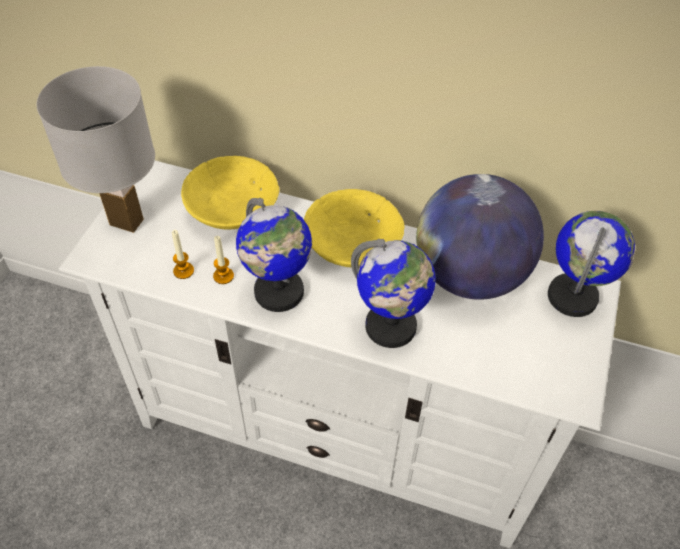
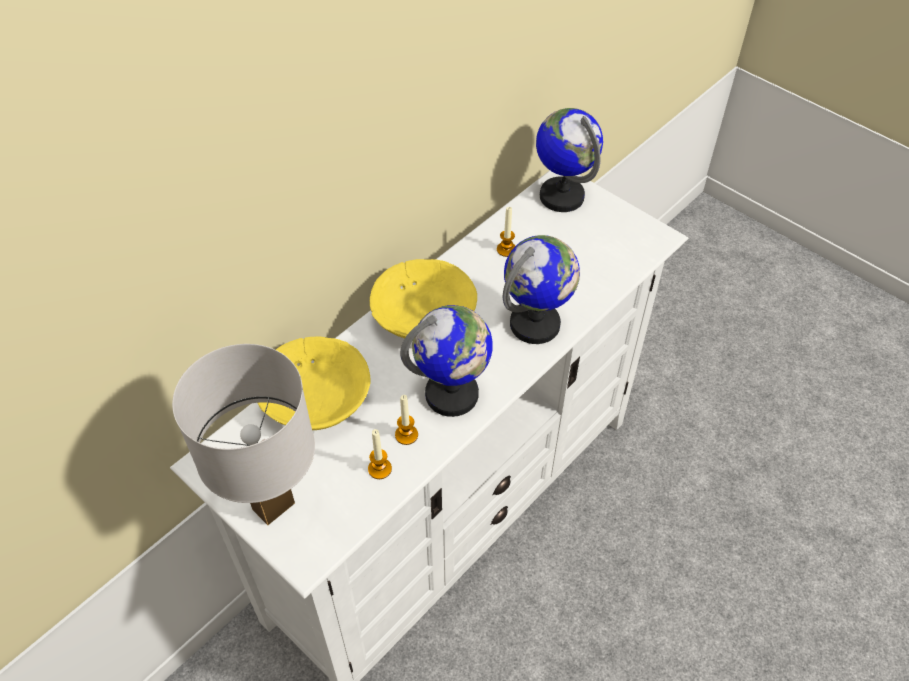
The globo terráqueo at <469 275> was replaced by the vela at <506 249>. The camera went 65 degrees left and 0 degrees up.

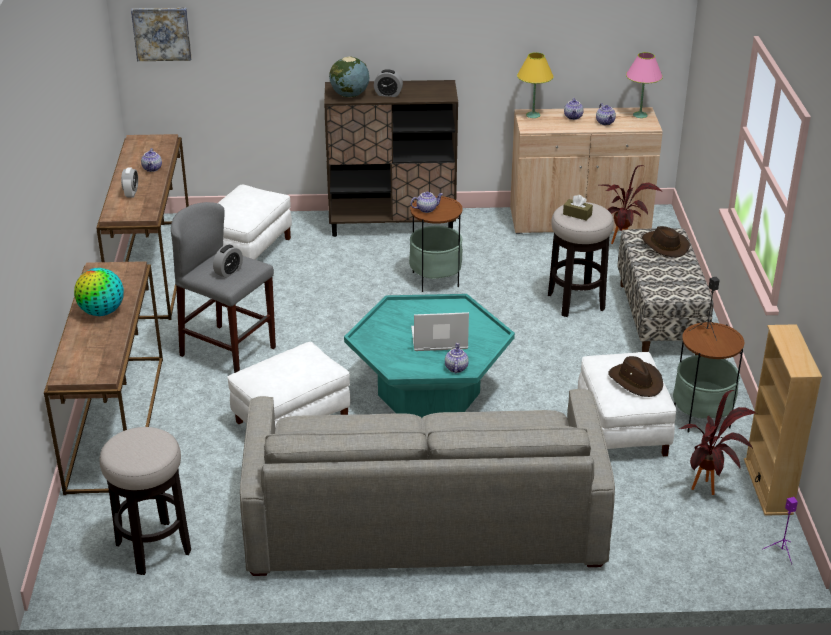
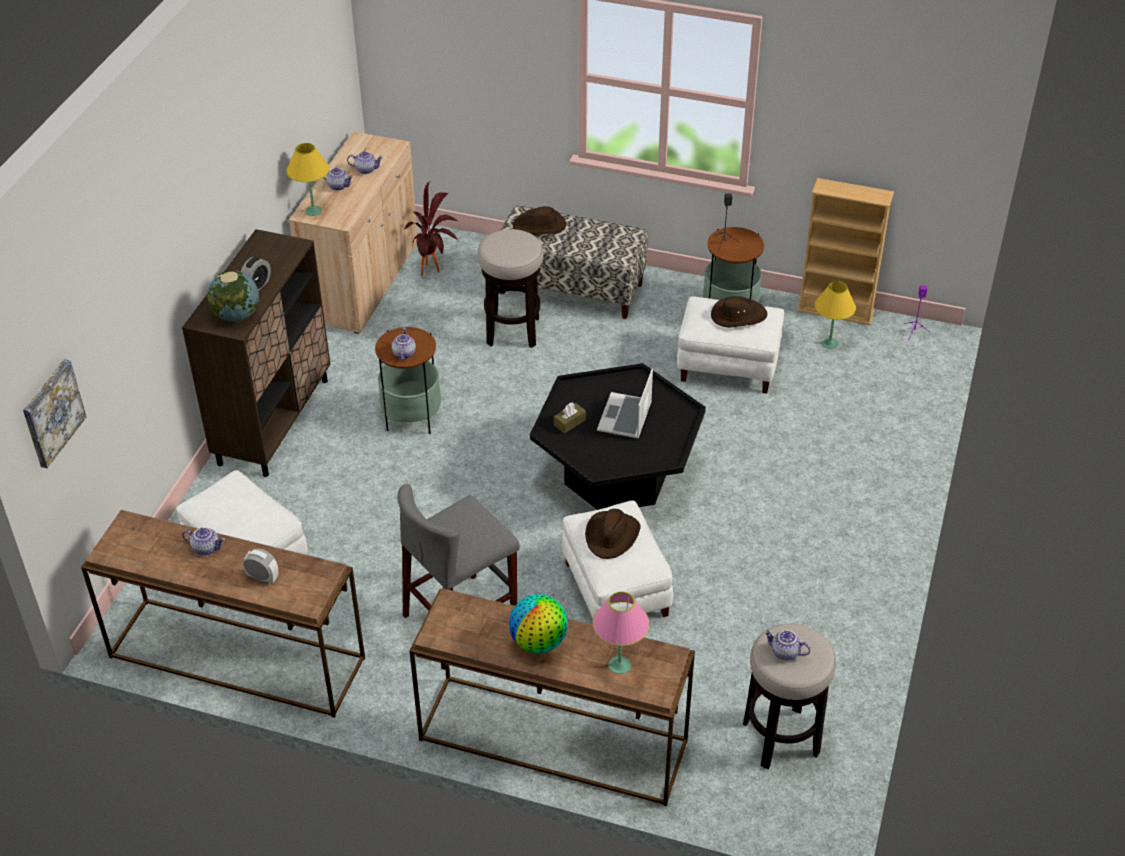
The lámpara de mesa (rosa) moved from <640 115> to <619 665>. The caja de pañuelos (marrón) moved from <577 214> to <570 422>. The despertador at <228 272> disappeared. The mesa de centro (turquesa) at <429 394> became the mesa de centro (negro) at <617 476>. The tetera moved from <455 368> to <784 653>. The sofá (gris) at <424 521> disappeared. The planta en maceta at <710 491> was replaced by the lámpara de mesa (amarillo) at <829 343>. The sombrero (marrón) at <612 536> appeared. The camera went 70 degrees left and 10 degrees up.

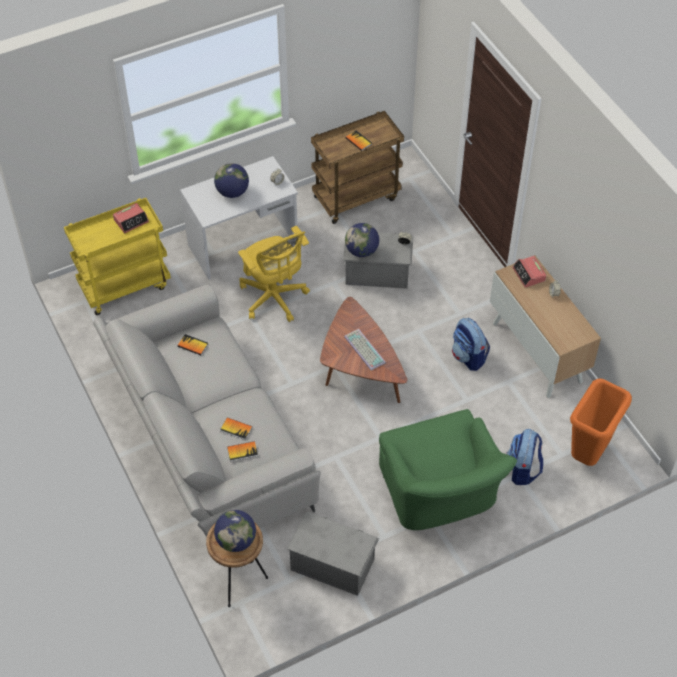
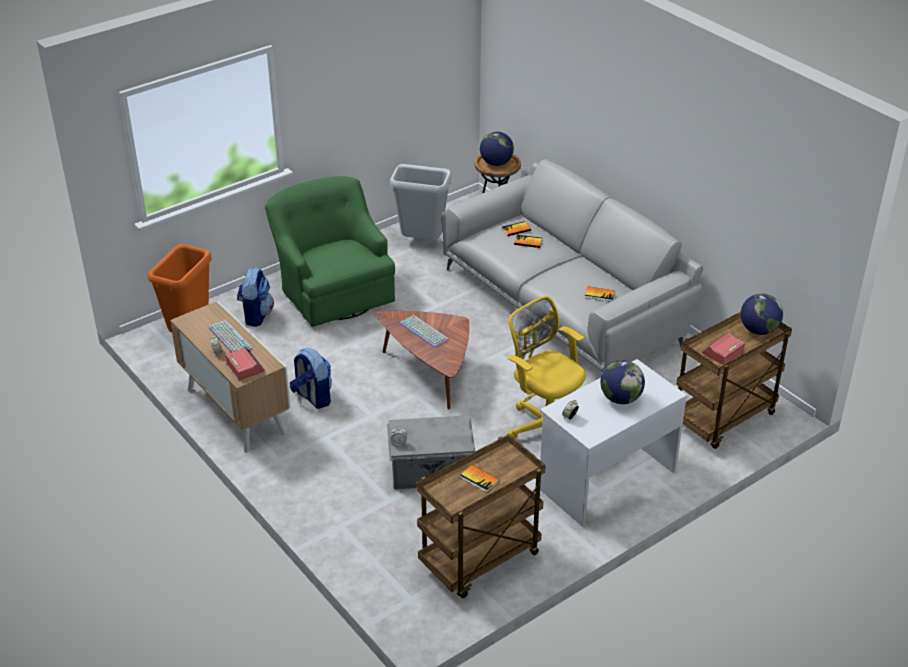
The carrito (amarillo) at <125 285> became the carrito (marrón) at <723 420>. The globo terráqueo moved from <362 251> to <758 330>. The caja de almacenaje (gris) at <332 563> was replaced by the papelera (gris) at <422 242>. The teclado at <229 338> appeared. The camera went 170 degrees right and 15 degrees down.

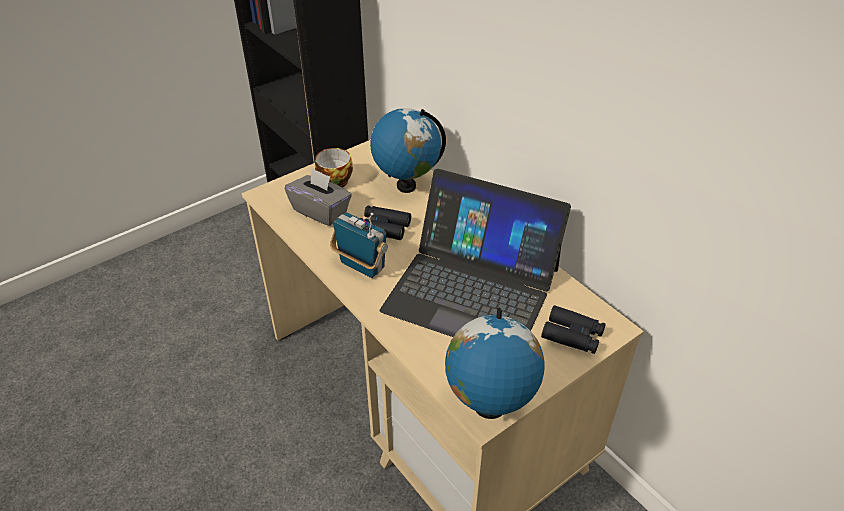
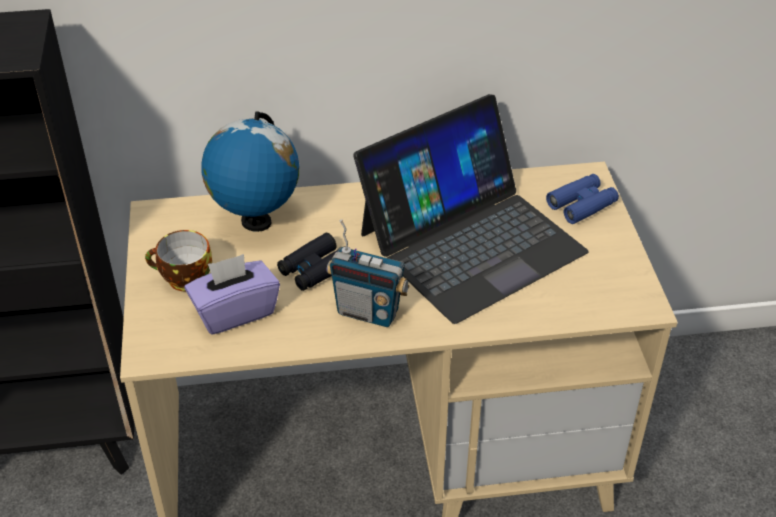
The caja de pañuelos (gris) at <321 211> became the caja de pañuelos (morado) at <235 311>. The radio at <361 266> turned 135 degrees counterclockwise. The prismáticos (negro) at <572 335> became the prismáticos (azul) at <581 204>. The globo terráqueo at <489 407> disappeared. The camera went 60 degrees left and 0 degrees up.

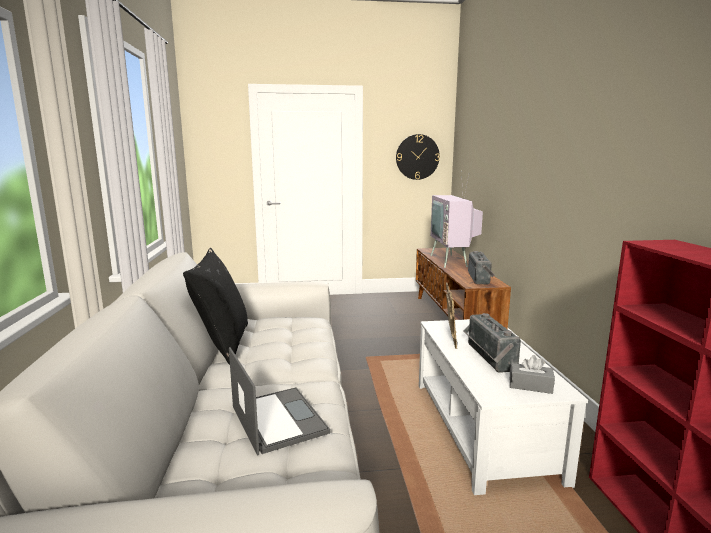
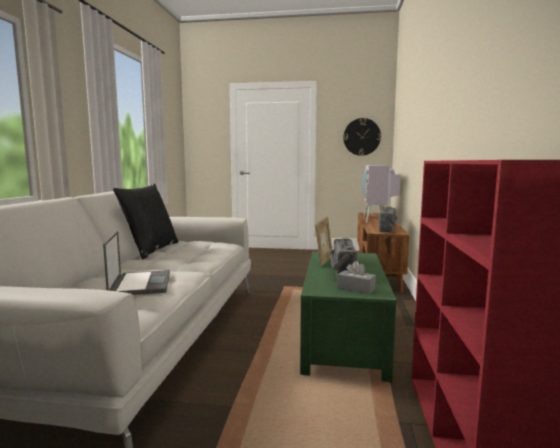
The mesa de centro (blanco) at <481 428> became the mesa de centro (verde) at <342 337>. The camera went 15 degrees right and 5 degrees down.

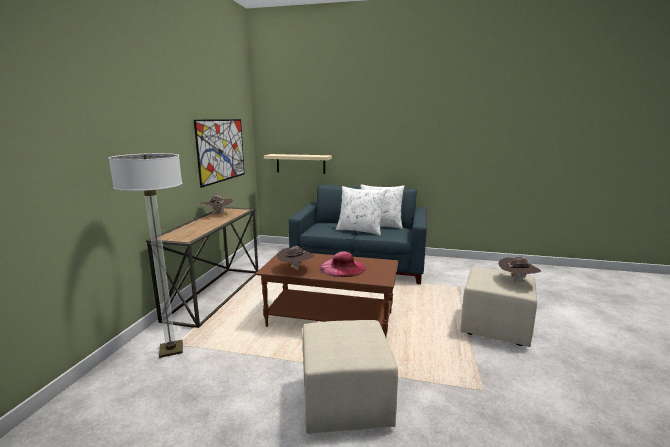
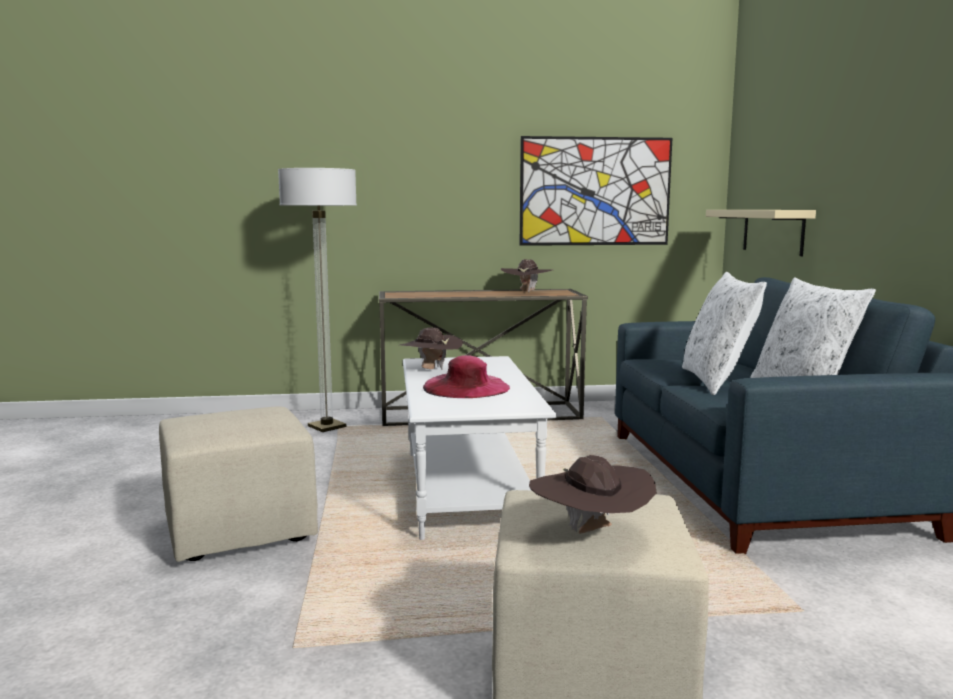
The mesa de centro (marrón) at <330 319> became the mesa de centro (blanco) at <469 489>. The camera went 70 degrees right and 5 degrees down.

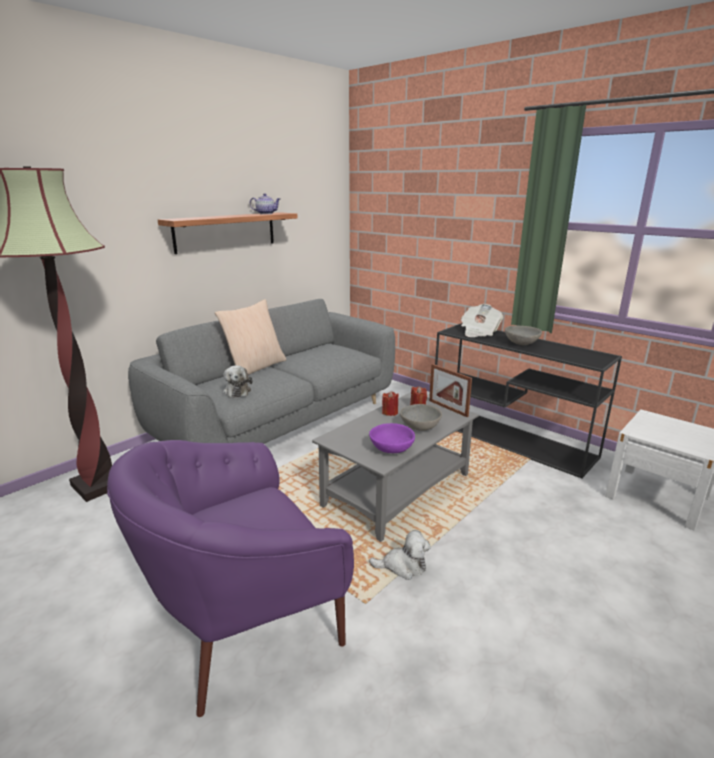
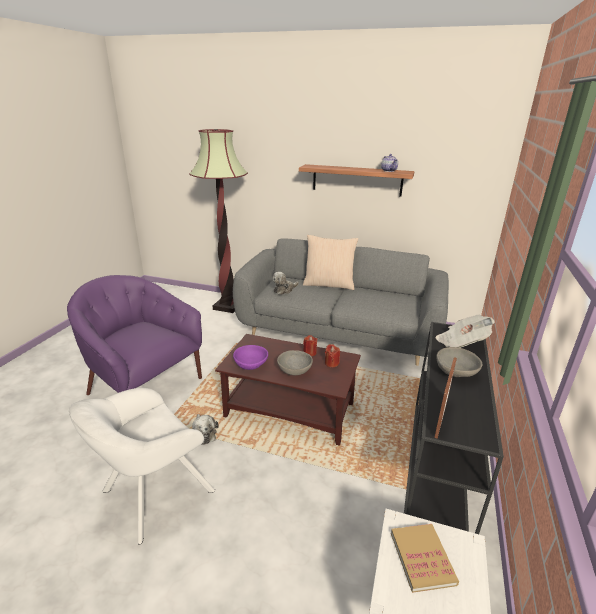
The portarretratos moved from <448 408> to <441 417>. The mesa de centro (gris) at <397 489> became the mesa de centro (marrón) at <291 410>. The sillón (blanco) at <153 494> appeared. The libro at <422 558> appeared. The camera went 65 degrees right and 5 degrees up.

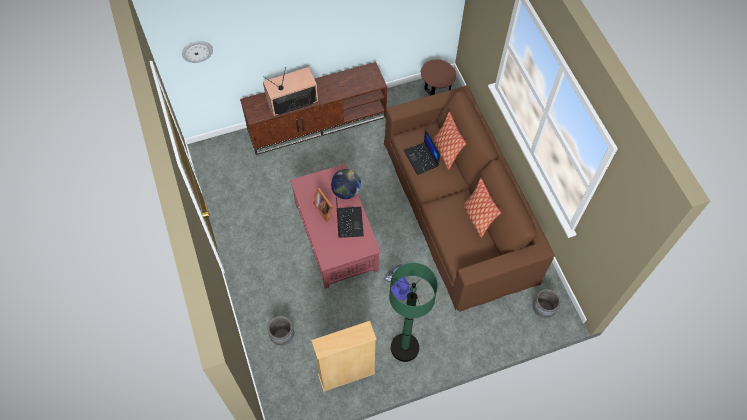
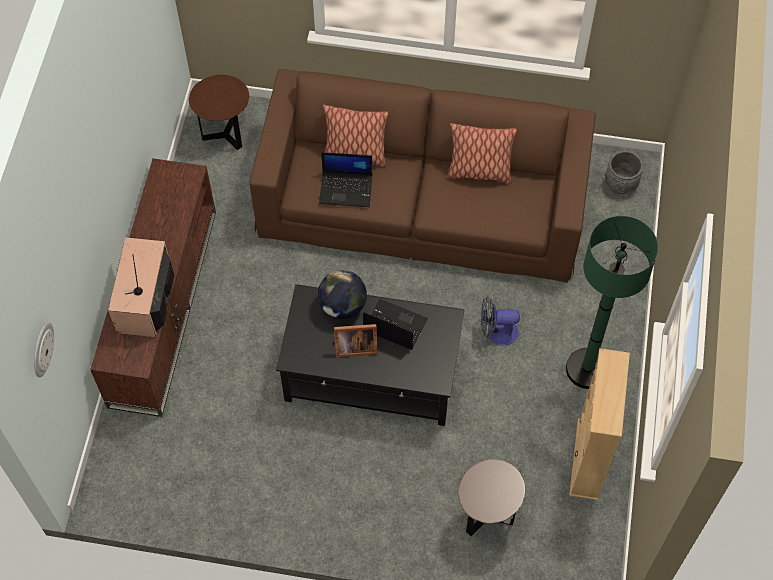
The mesa de centro (rojo) at <336 237> became the mesa de centro (negro) at <372 373>. The maceta (gris) at <282 336> was replaced by the mesa auxiliar (marrón) at <486 516>. The camera went 60 degrees left and 0 degrees up.

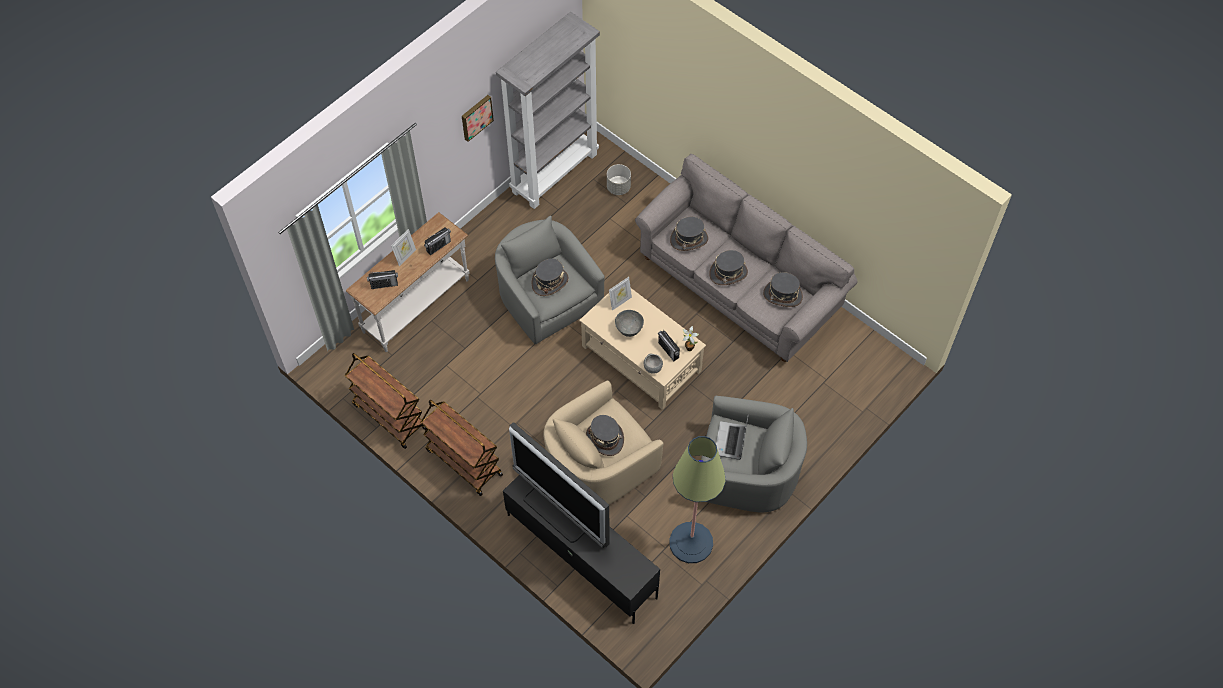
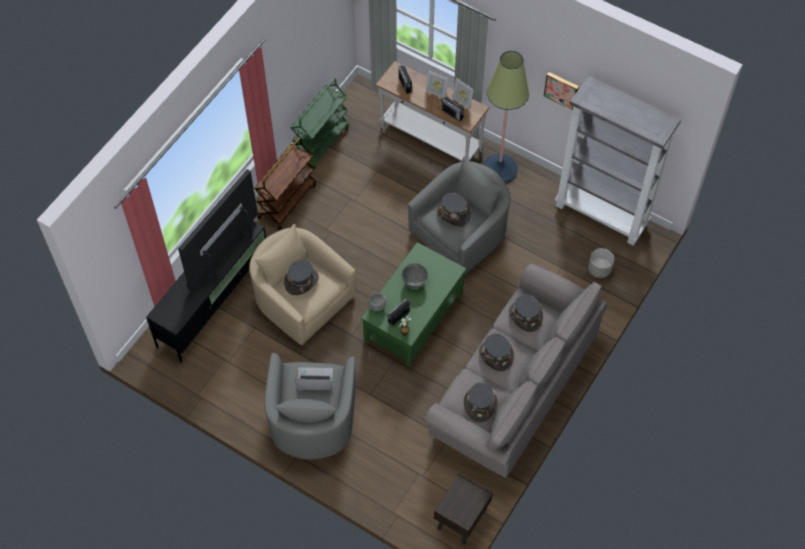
The portarretratos moved from <620 302> to <462 102>. The mesa de centro (beis) at <641 359> became the mesa de centro (verde) at <413 316>. The carrito (marrón) at <389 416> became the carrito (verde) at <321 142>. The lámpara de pie moved from <691 543> to <499 169>. The mesita de noche (marrón) at <462 519> appeared. The camera went 80 degrees right and 0 degrees up.

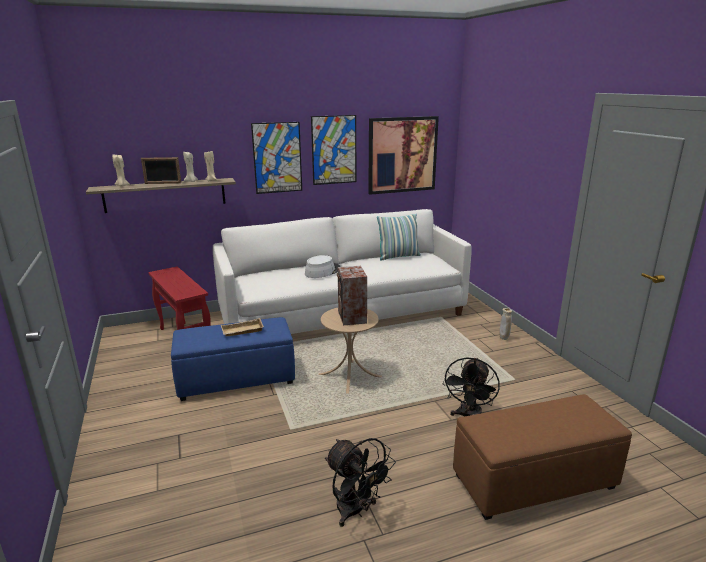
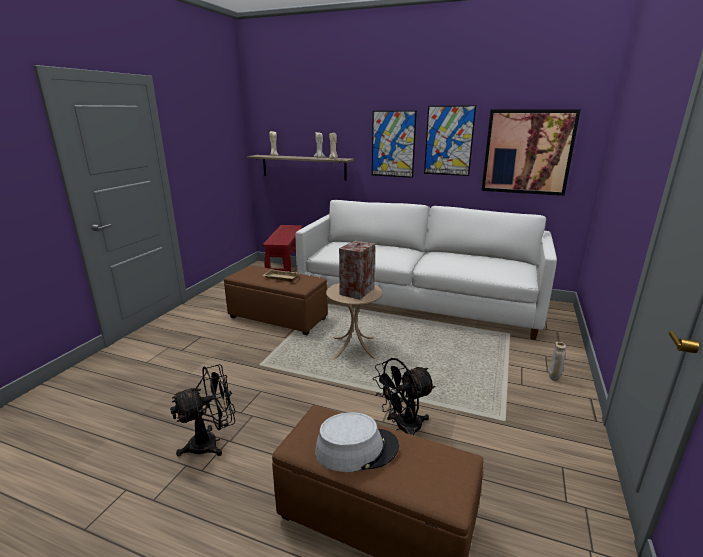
The portarretratos at <163 183> disappeared. The cojín at <398 256> disappeared. The sombrero (gris) moved from <322 271> to <356 449>. The puf (azul) at <237 380> became the puf (marrón) at <278 318>. The ventilador (negro) at <355 511> turned 120 degrees counterclockwise. The camera went 40 degrees right and 0 degrees up.

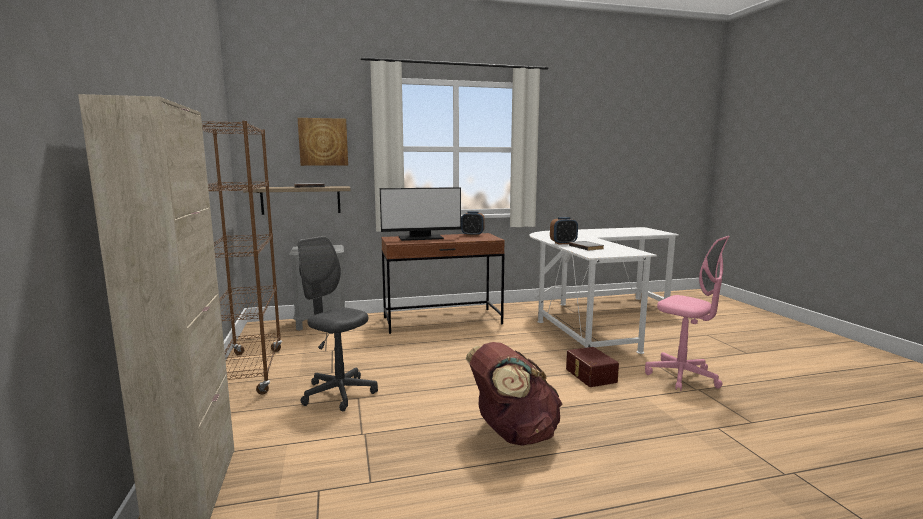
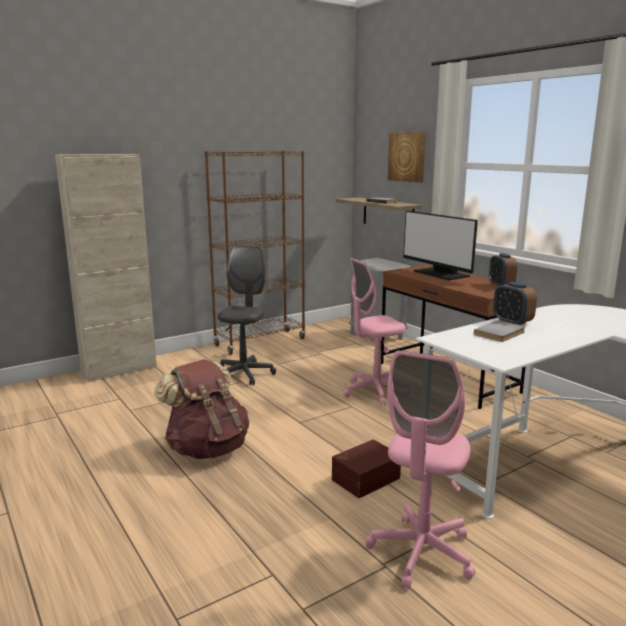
The silla de oficina (rosa) at <374 392> appeared. The camera went 70 degrees right and 5 degrees up.

